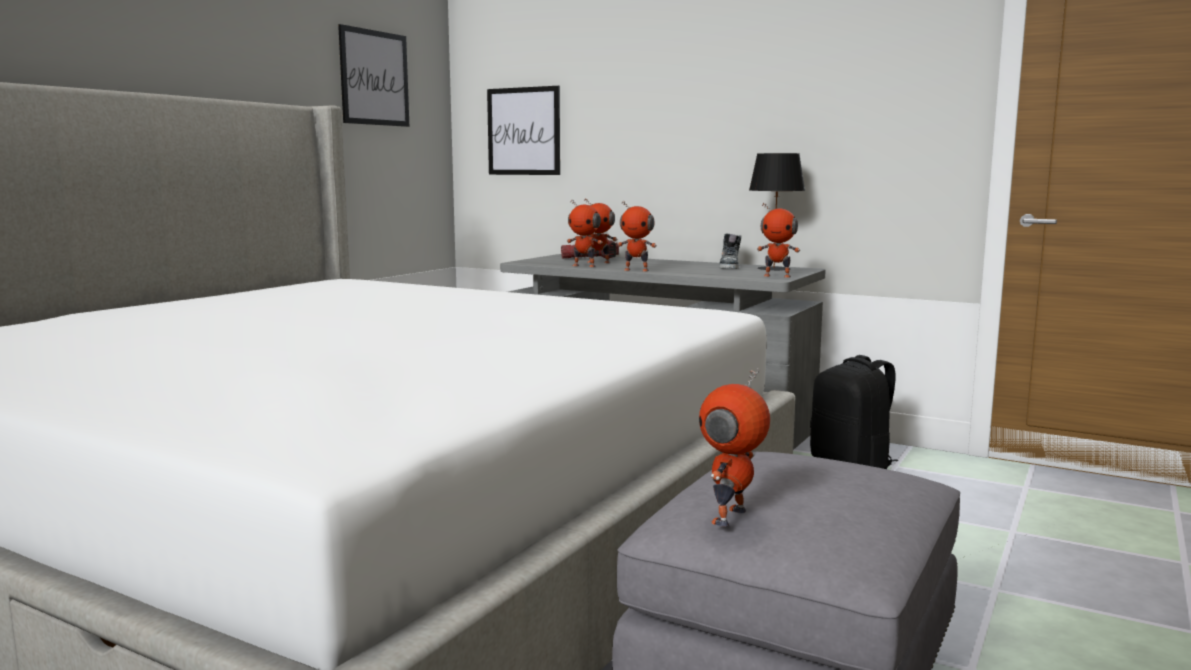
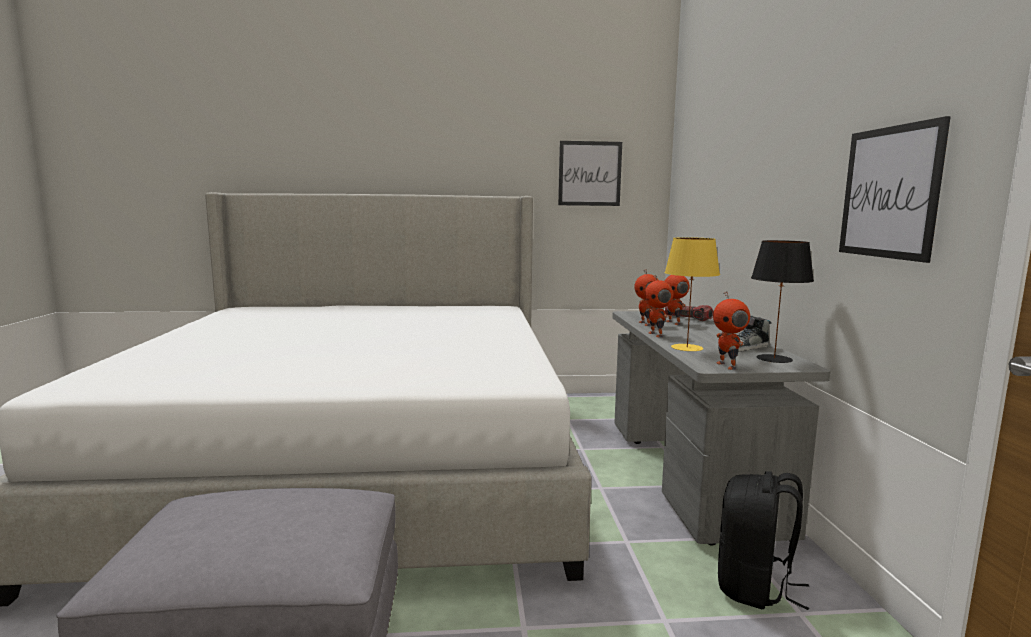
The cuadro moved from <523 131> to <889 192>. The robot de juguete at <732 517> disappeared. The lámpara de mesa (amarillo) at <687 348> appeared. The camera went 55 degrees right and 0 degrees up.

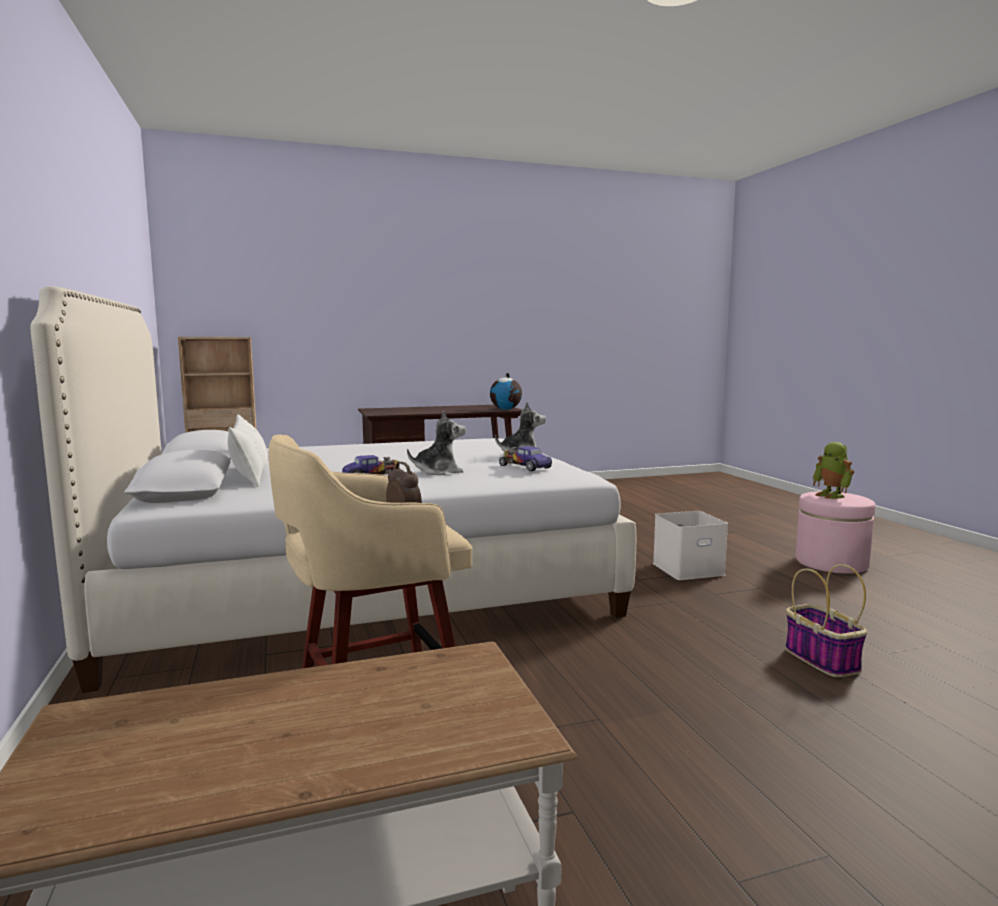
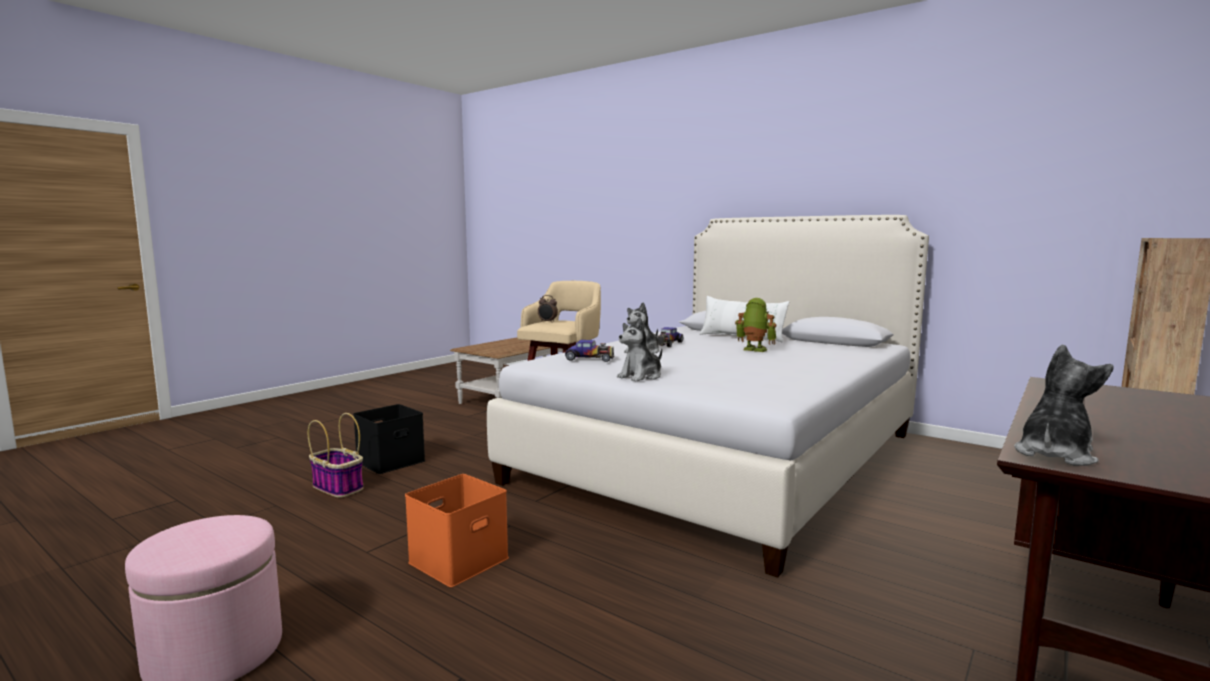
The globo terráqueo at <506 409> was replaced by the peluche at <1054 454>. The robot de juguete moved from <832 495> to <754 350>. The caja de almacenaje (blanco) at <688 569> became the caja de almacenaje (naranja) at <458 561>. The caja de almacenaje (negro) at <390 462> appeared. The camera went 145 degrees right and 0 degrees up.

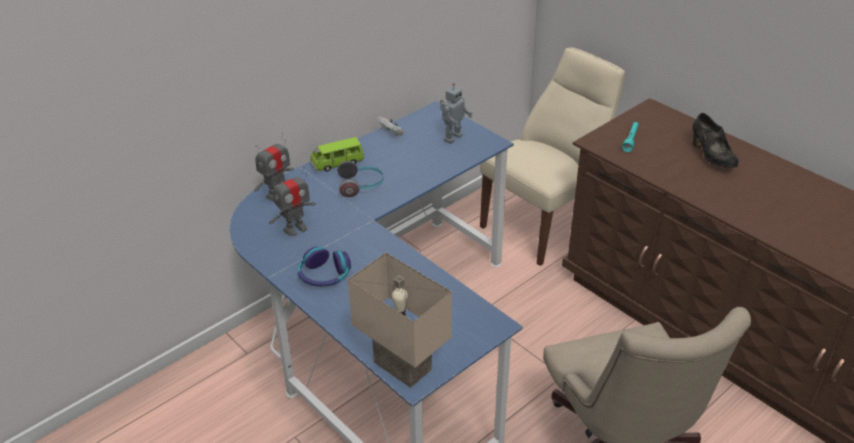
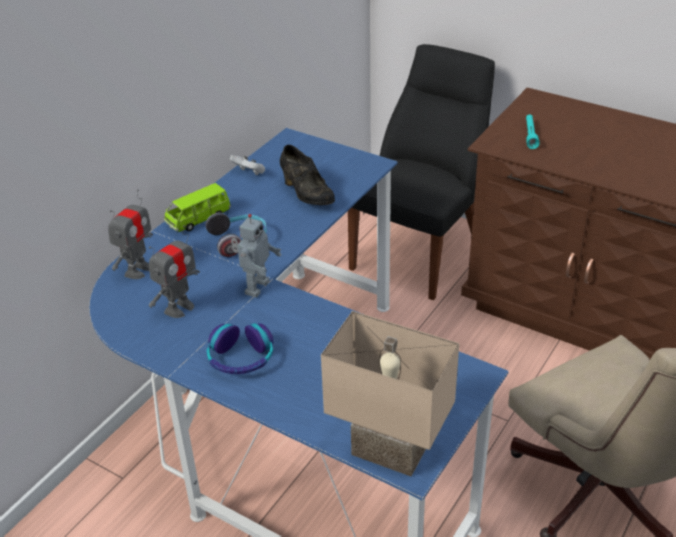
The silla (beis) at <546 222> became the silla (negro) at <420 251>. The robot de juguete moved from <452 138> to <255 287>. The zapato (negro) moved from <711 157> to <307 195>. The camera went 15 degrees left and 0 degrees up.

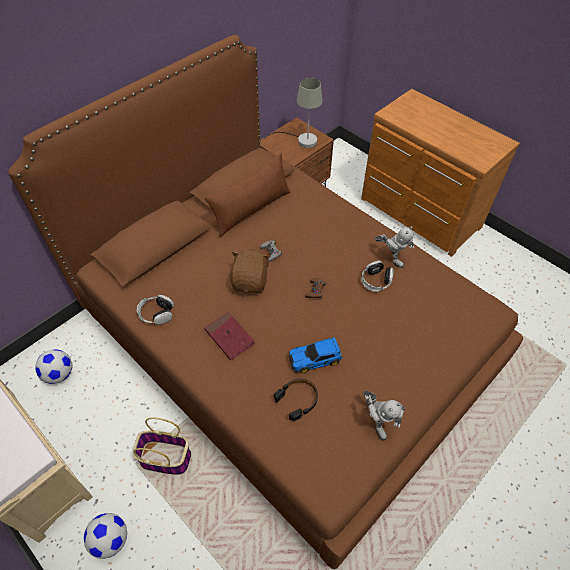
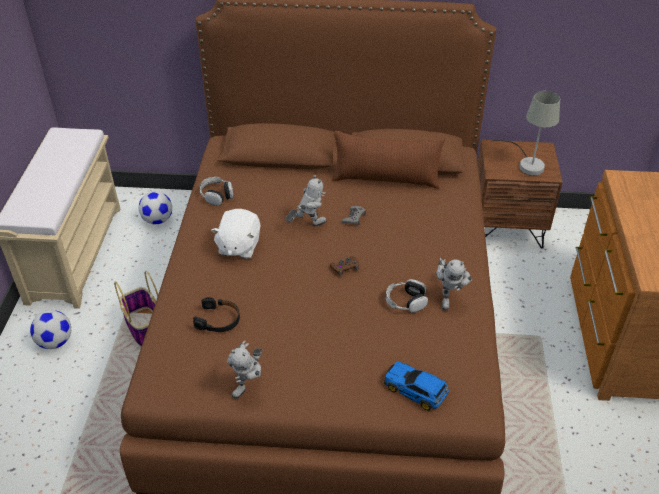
The peluche (marrón) at <251 281> was replaced by the robot de juguete at <308 225>. The libro (rojo) at <229 337> was replaced by the peluche (blanco) at <238 246>. The coche de juguete moved from <316 358> to <416 390>. The camera went 50 degrees right and 10 degrees down.

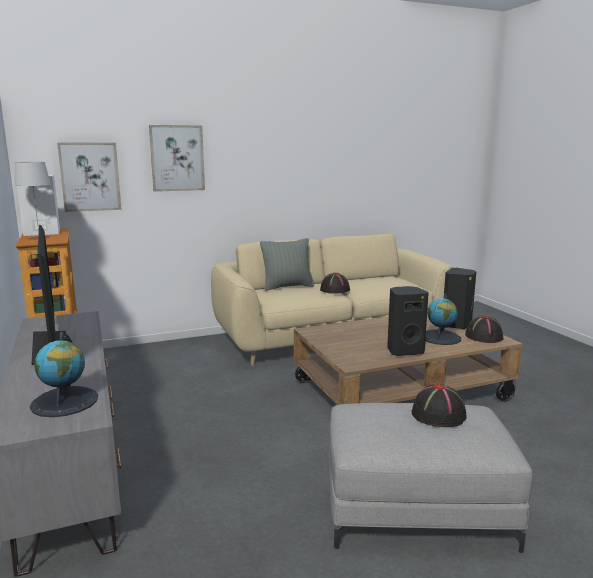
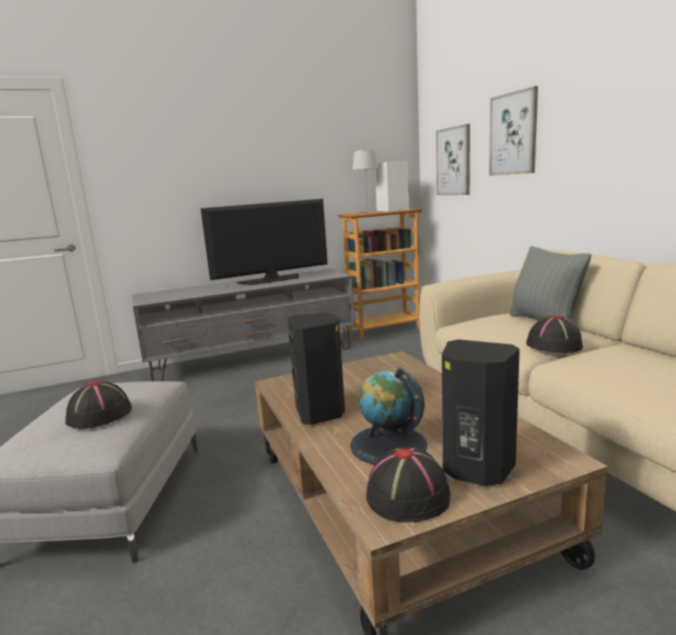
The globo terráqueo at <65 401> disappeared. The camera went 90 degrees right and 0 degrees up.

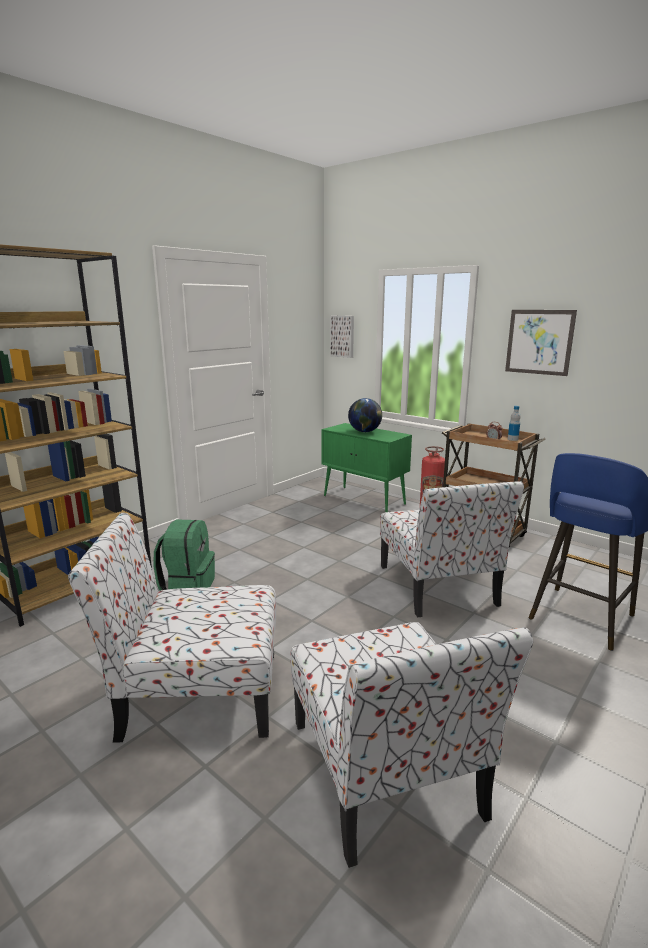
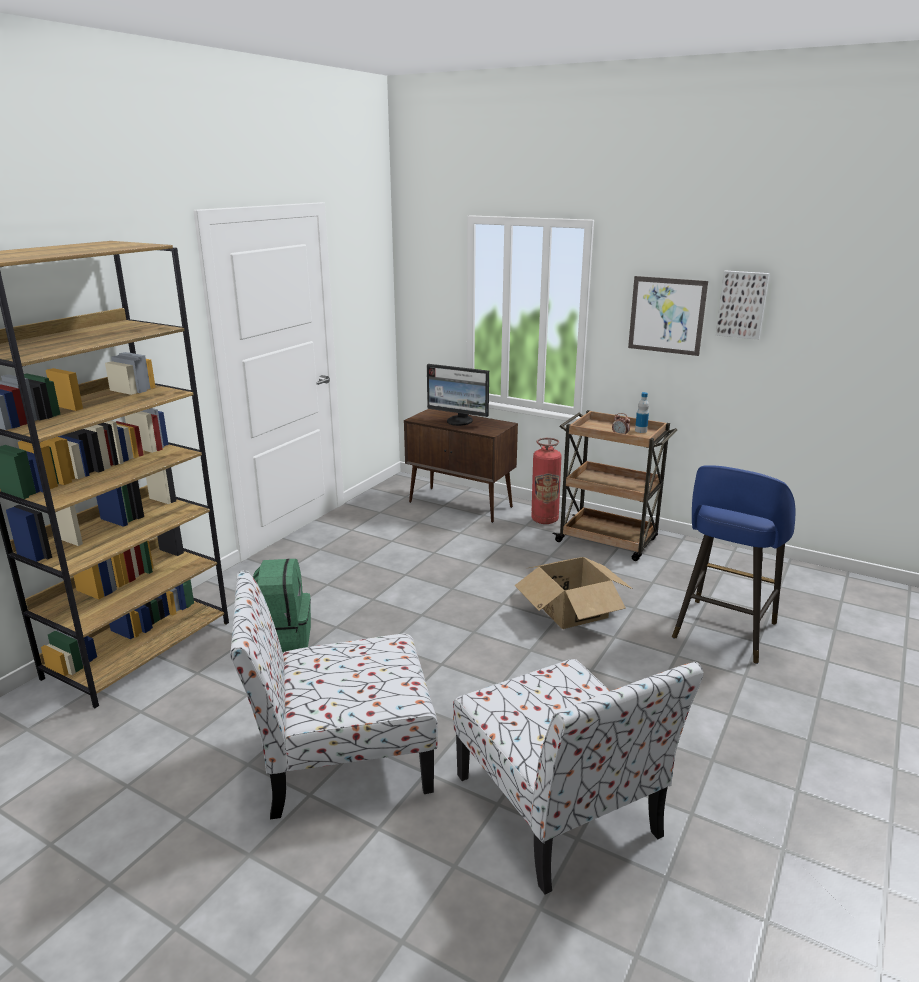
The cuadro moved from <343 336> to <742 304>. The globo terráqueo at <365 431> was replaced by the monitor at <459 421>. The armario (verde) at <364 500> became the armario (marrón) at <461 505>. The silla at <438 586> was replaced by the caja de cartón at <571 610>. The camera went 10 degrees left and 5 degrees up.

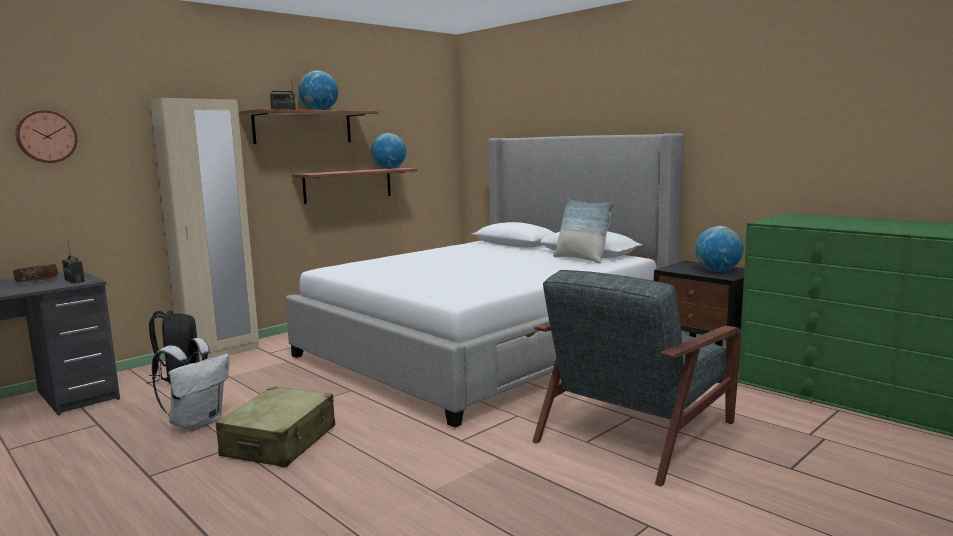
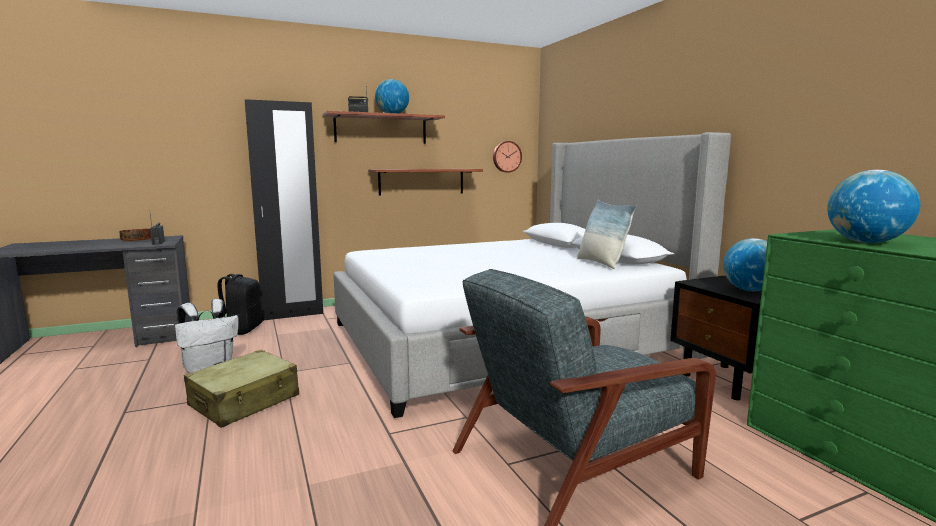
The armario ropero (beis) at <220 353> became the armario ropero (negro) at <292 314>. The reloj de pared moved from <46 136> to <506 156>. The globo terráqueo moved from <389 168> to <866 242>. The camera went 20 degrees right and 0 degrees up.

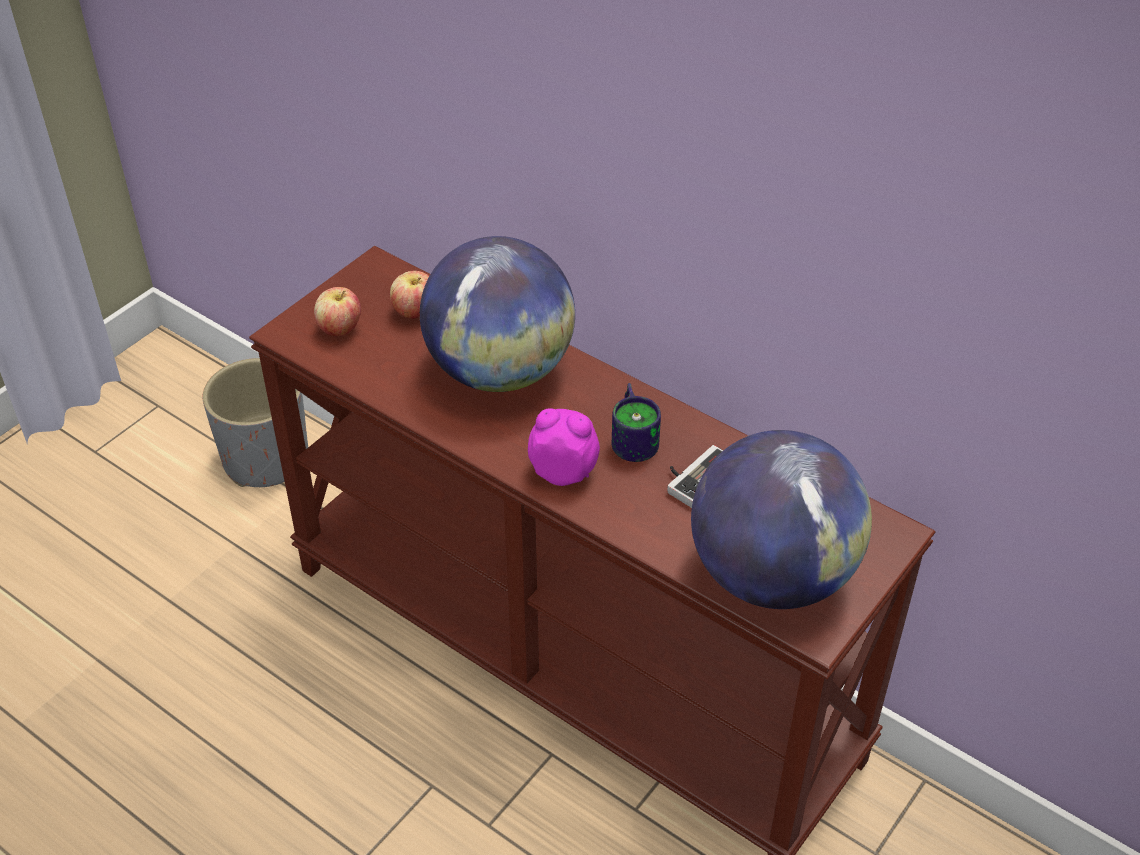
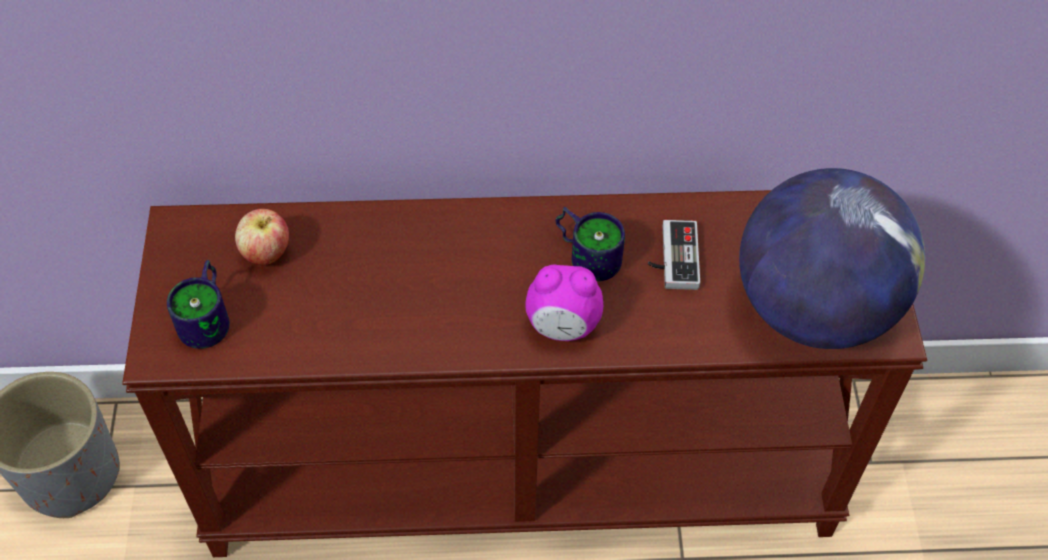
The globo terráqueo at <500 371> disappeared. The manzana at <340 329> was replaced by the taza grande at <210 316>. The despertador at <563 471> turned 150 degrees counterclockwise. The camera went 40 degrees left and 10 degrees up.

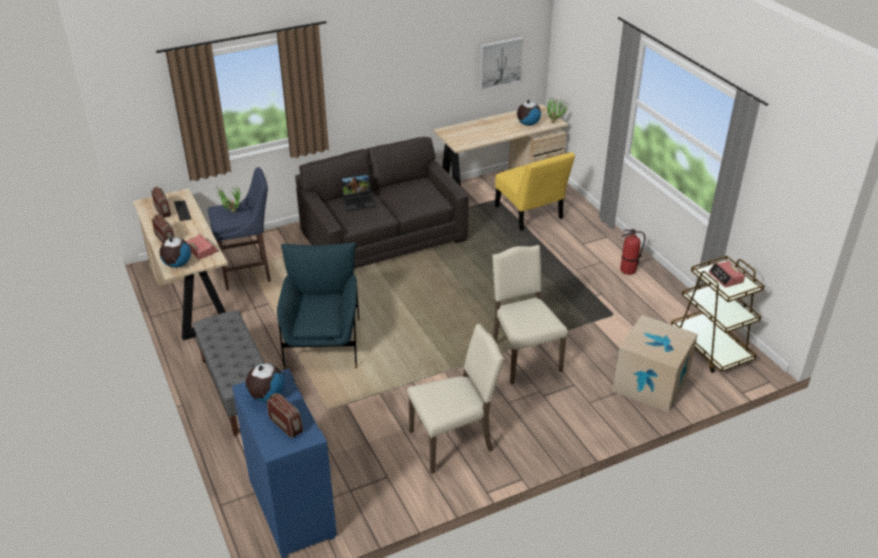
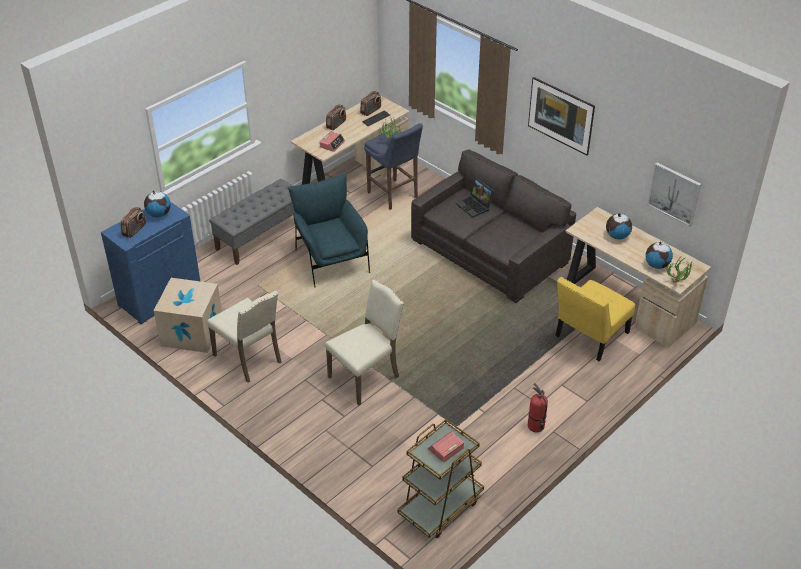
The globo terráqueo moved from <177 264> to <617 236>. The sillón (azul) at <323 342> turned 90 degrees counterclockwise. The caja de cartón moved from <650 384> to <192 332>. The cuadro at <559 127> appeared. The camera went 70 degrees right and 5 degrees up.

